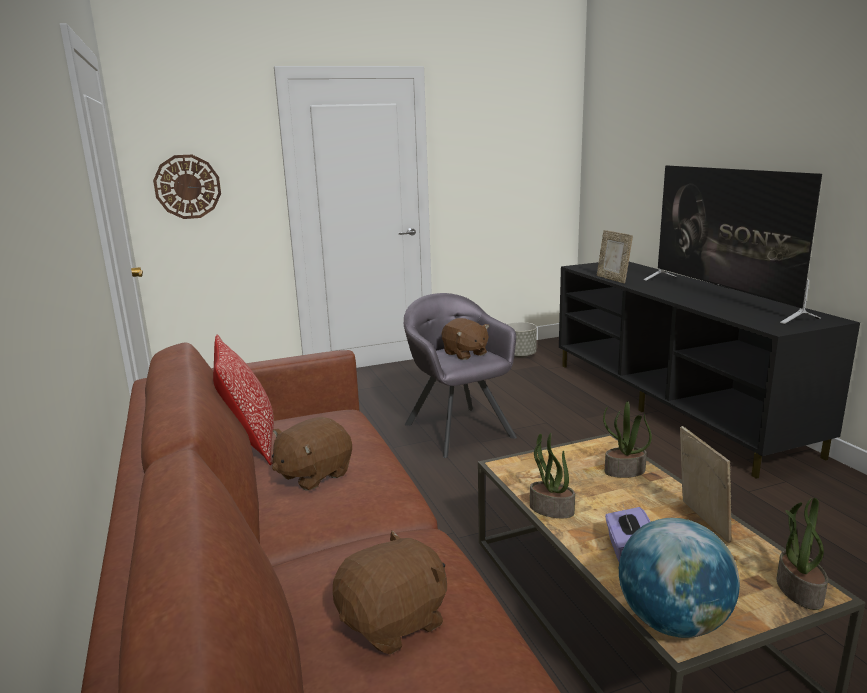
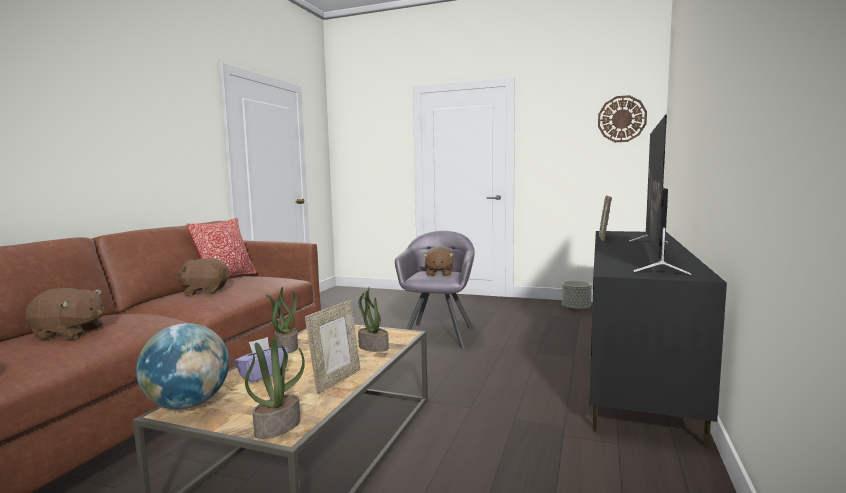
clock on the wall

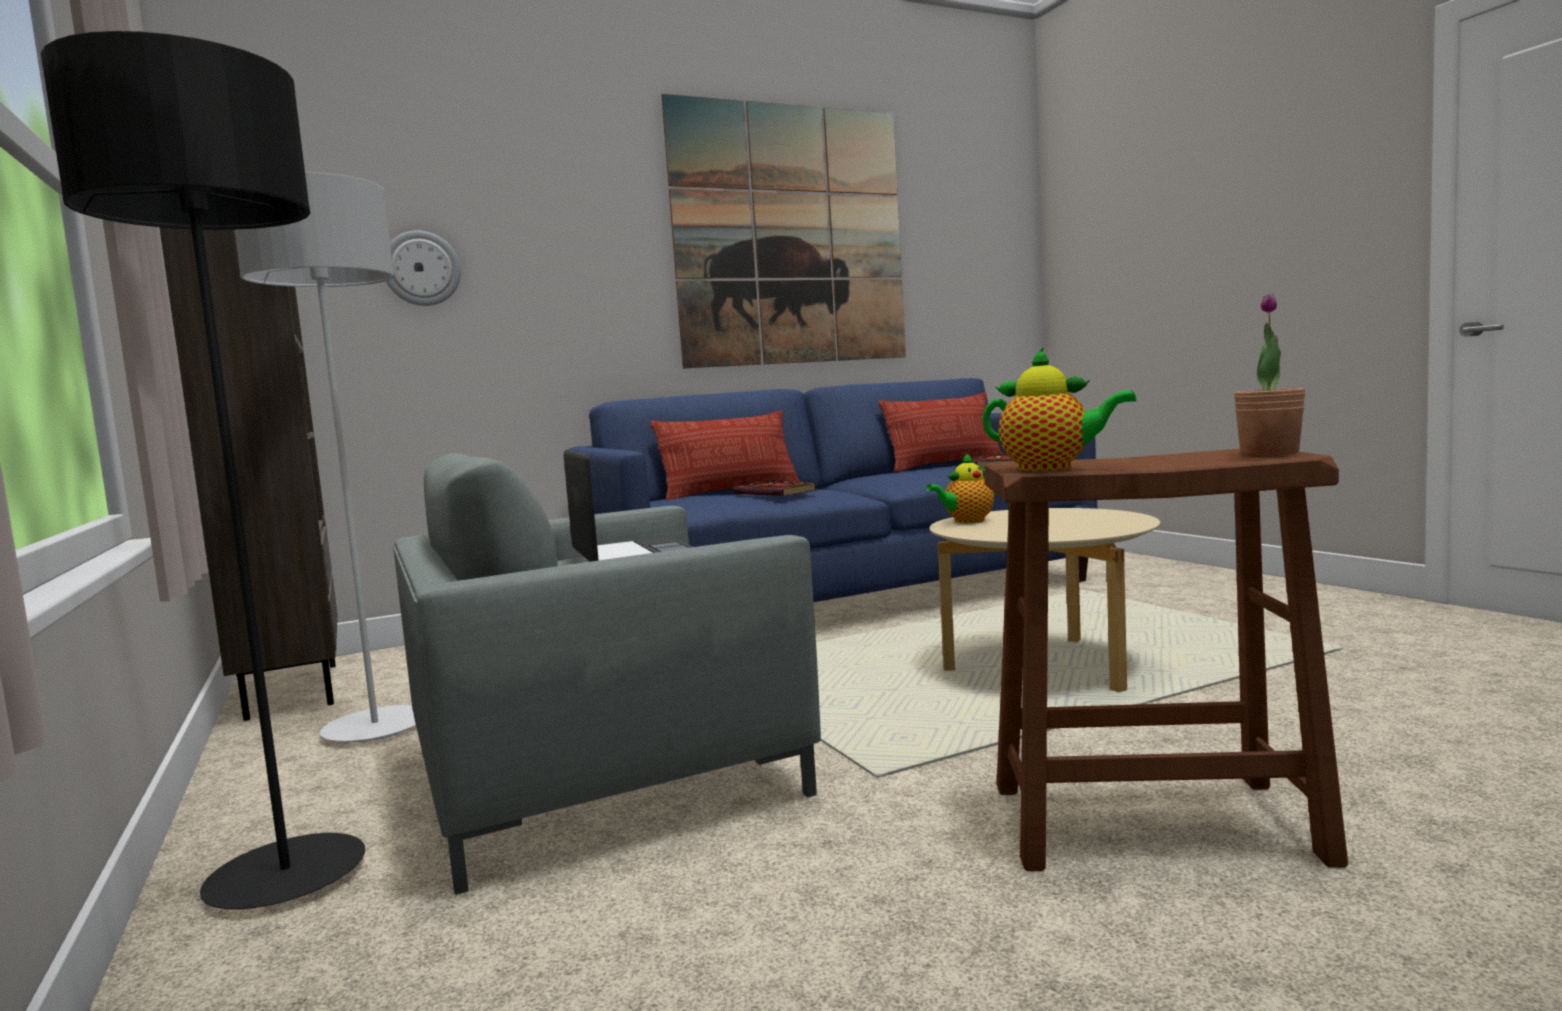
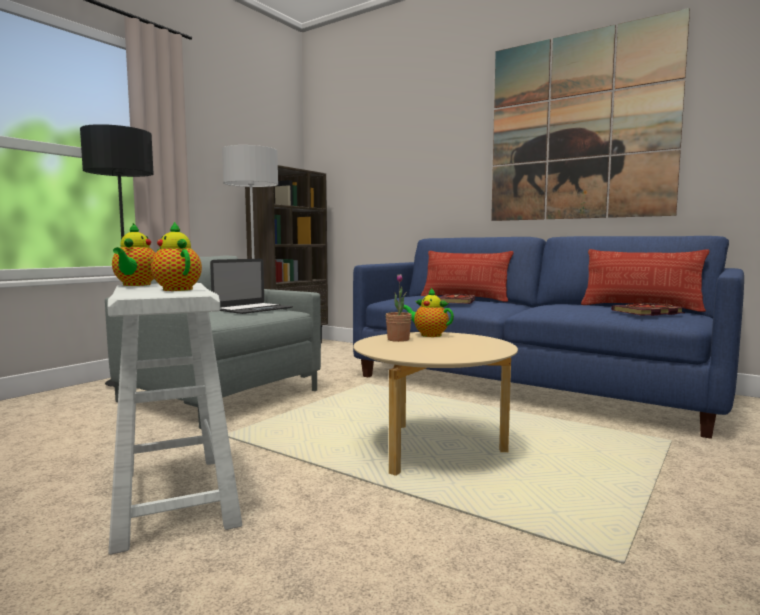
clock on the wall
potted plant
white stool
tea pot (no. 2 from left)

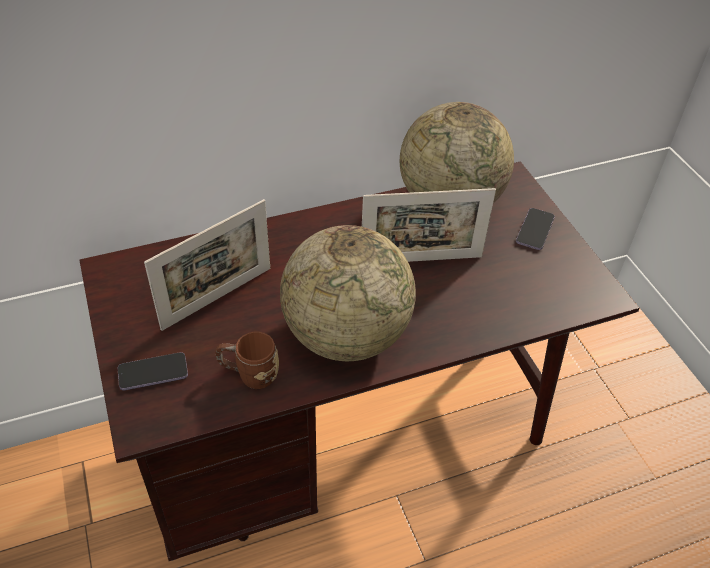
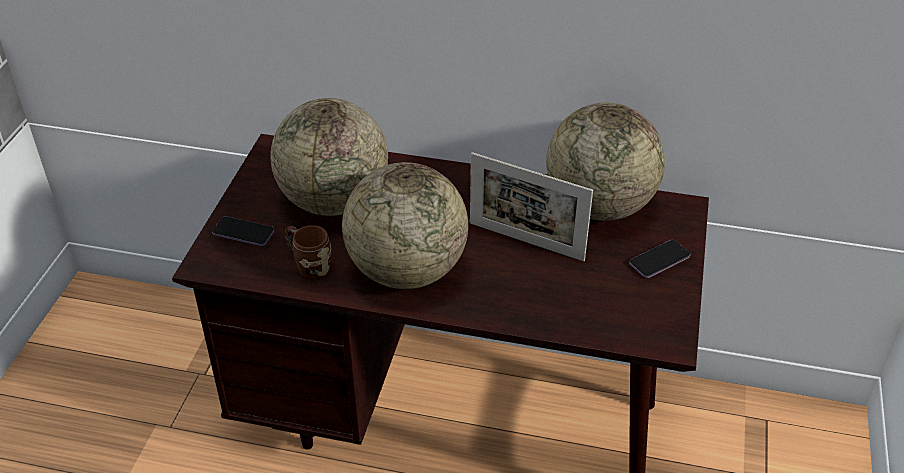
globe (no. 1 from left)

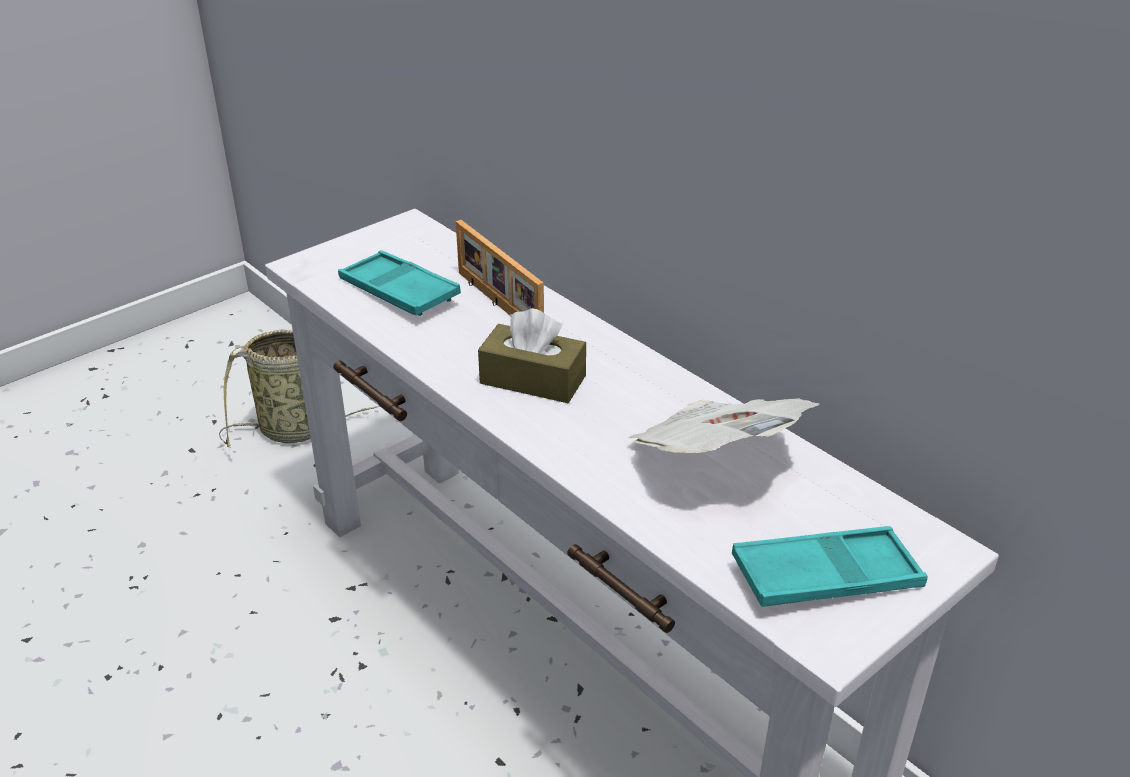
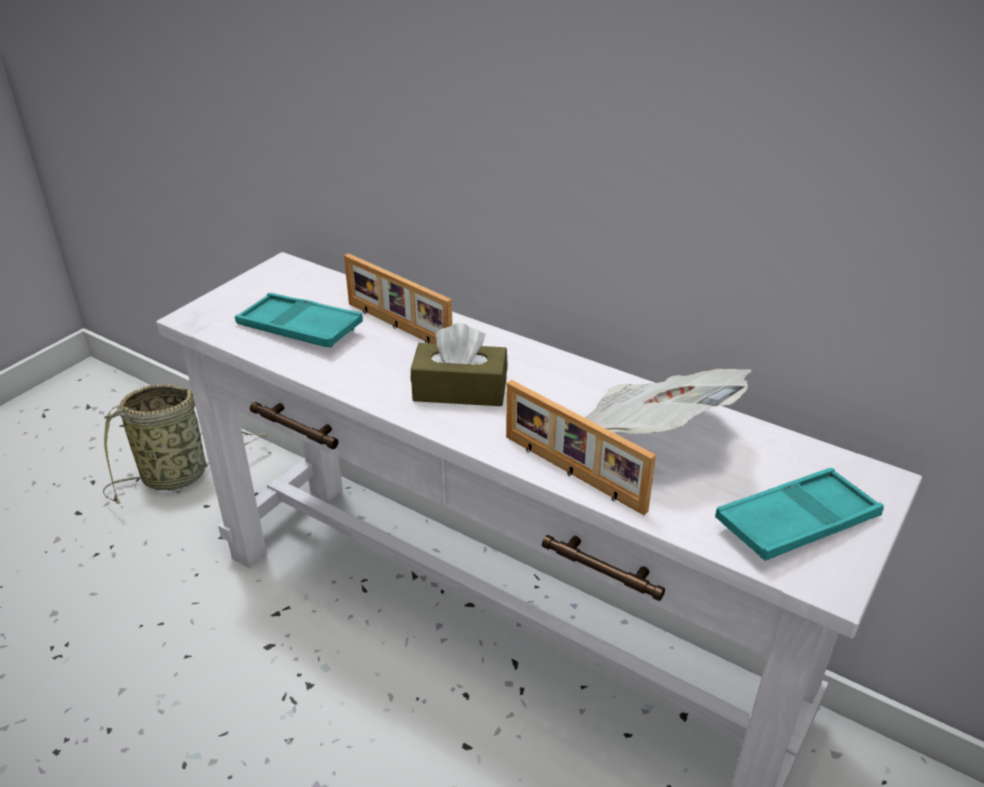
standing frame (no. 2 from left)

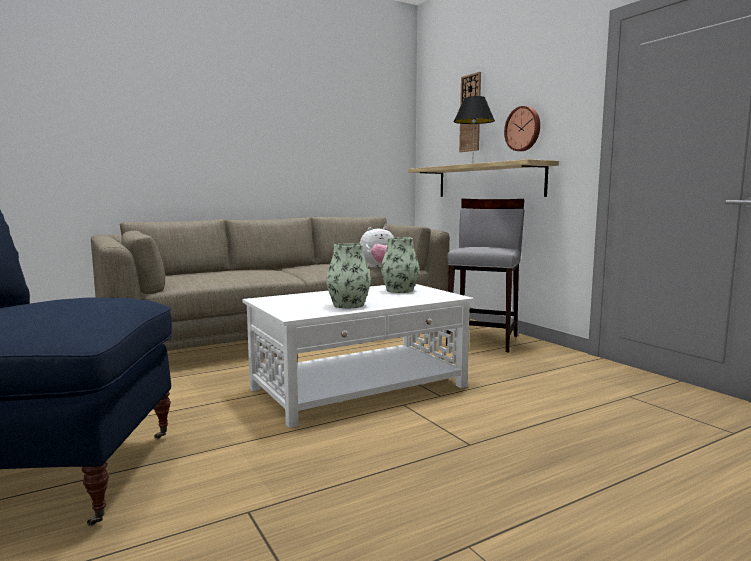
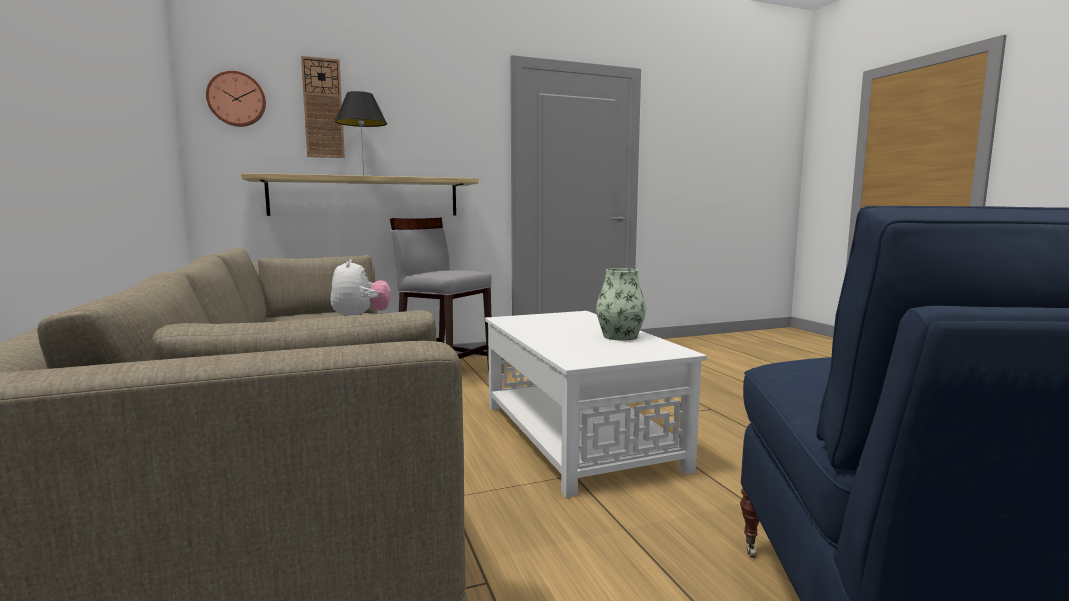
clock on the wall (no. 1 from left)
vase (no. 2 from left in the first image)

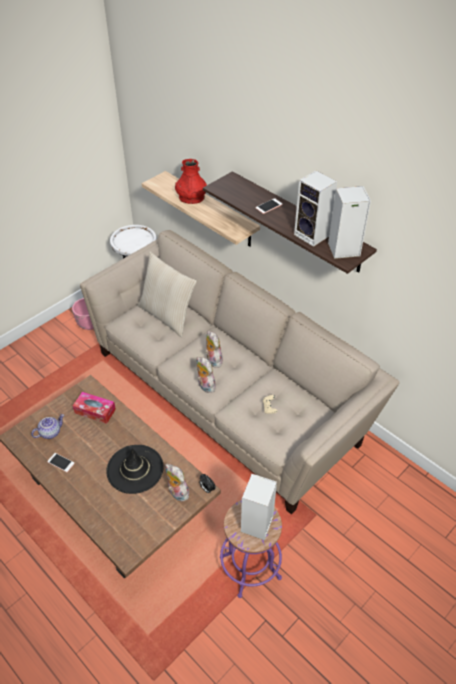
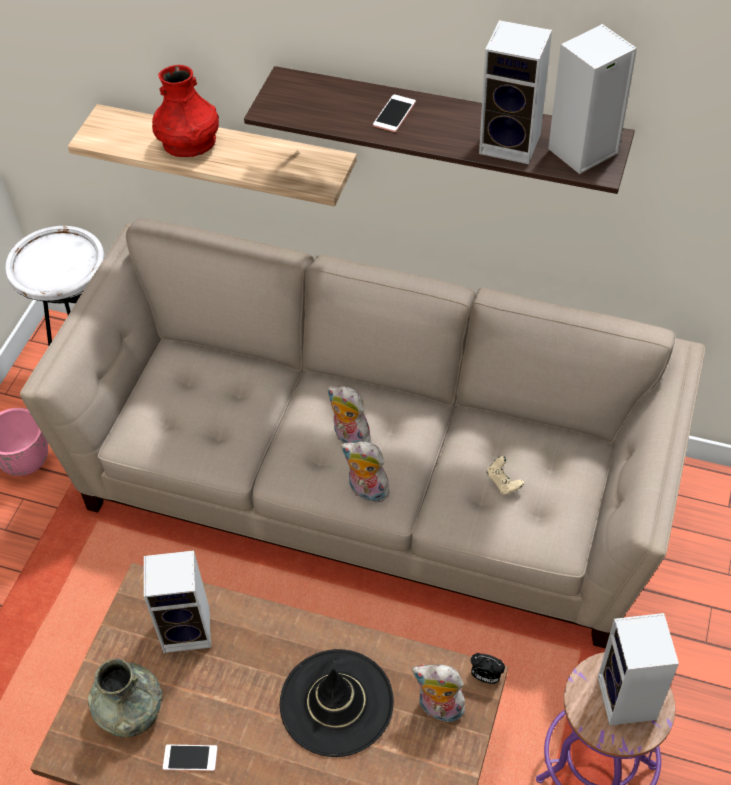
beige throw pillow
audio speaker (no. 1 from left)
grey vase

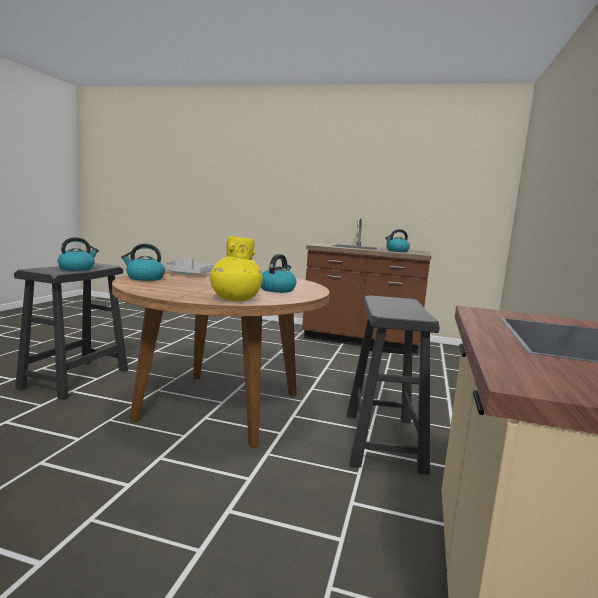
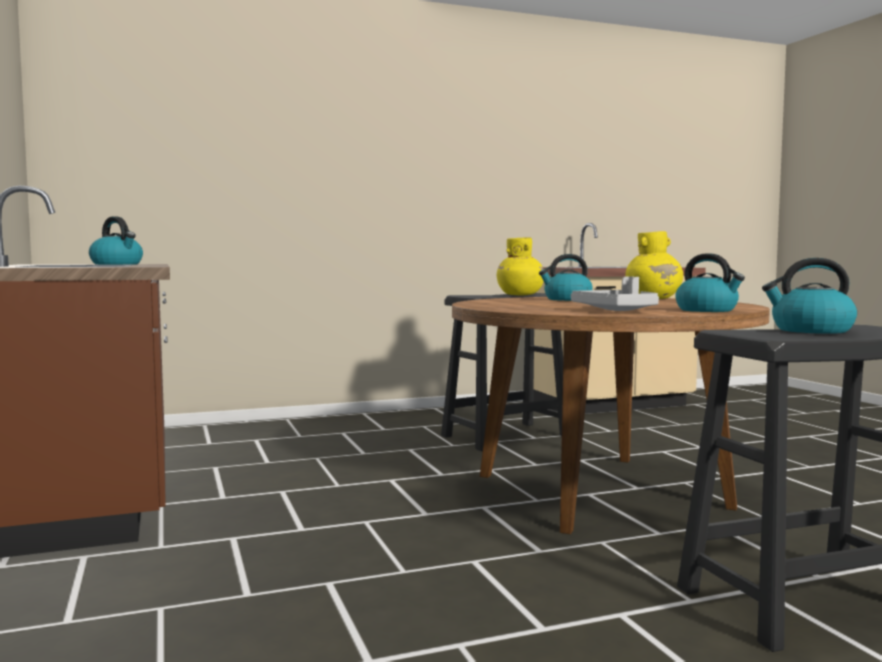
yellow vase (no. 1 from left)

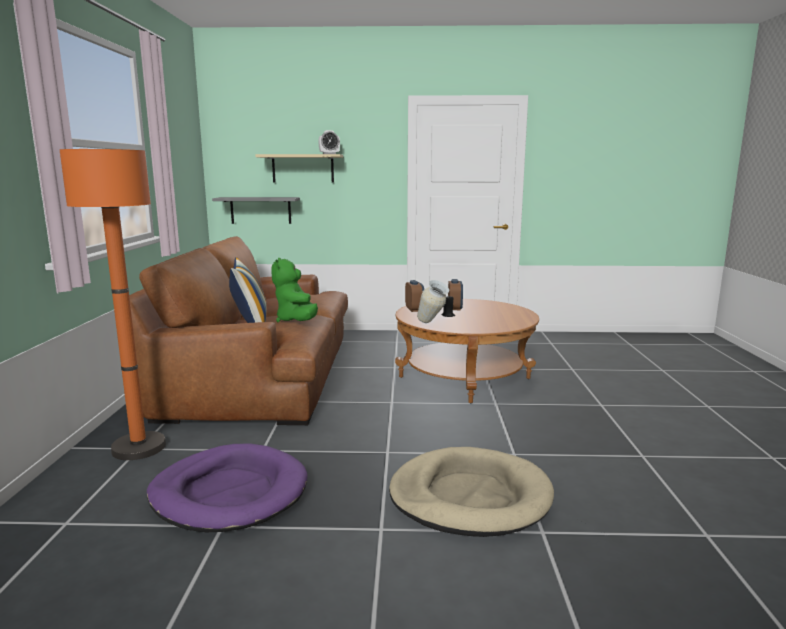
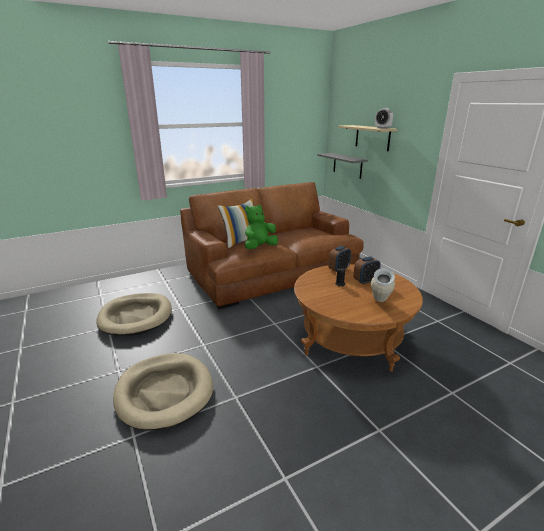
orangey floor lamp
vase
beige dog cushion (no. 1 from left)

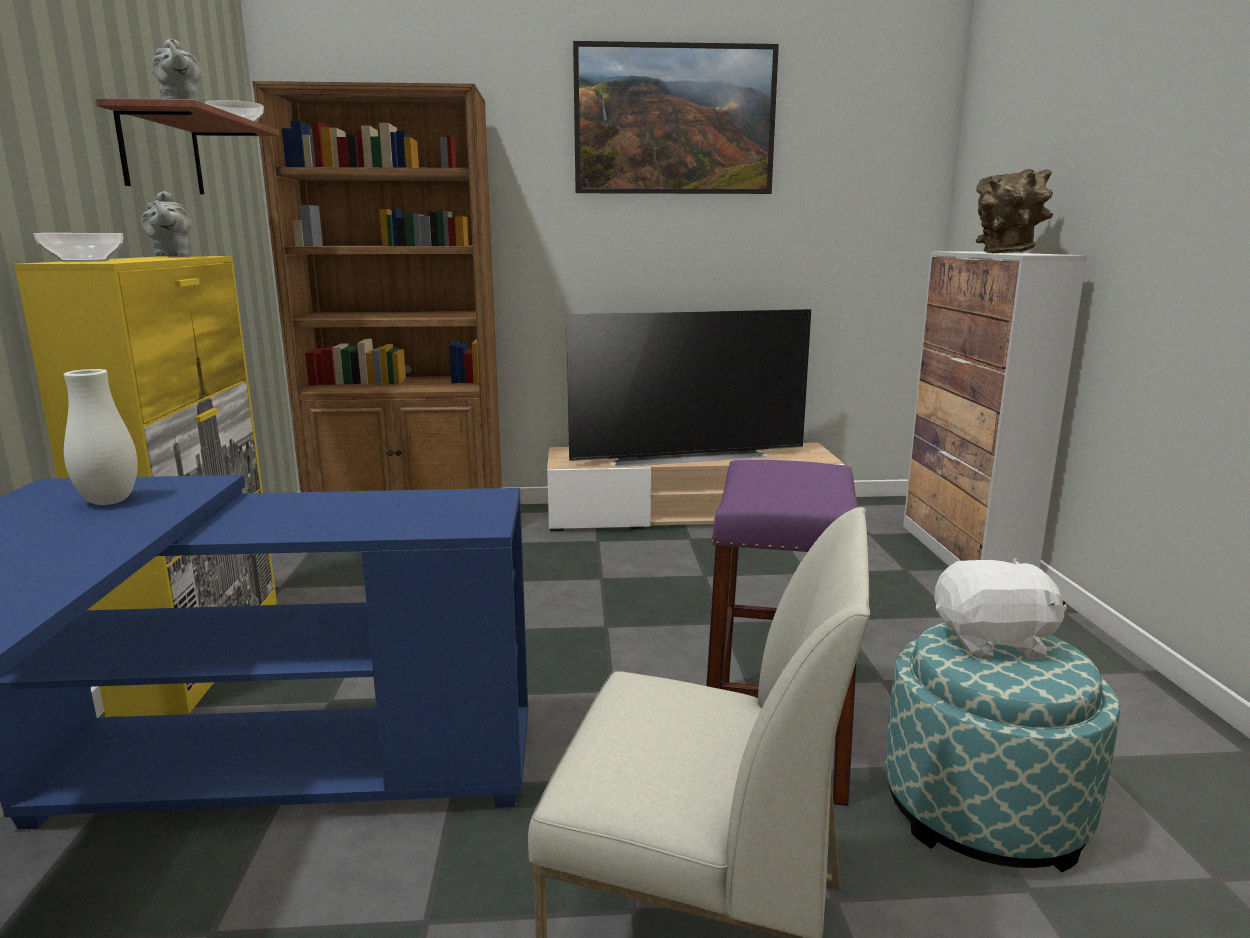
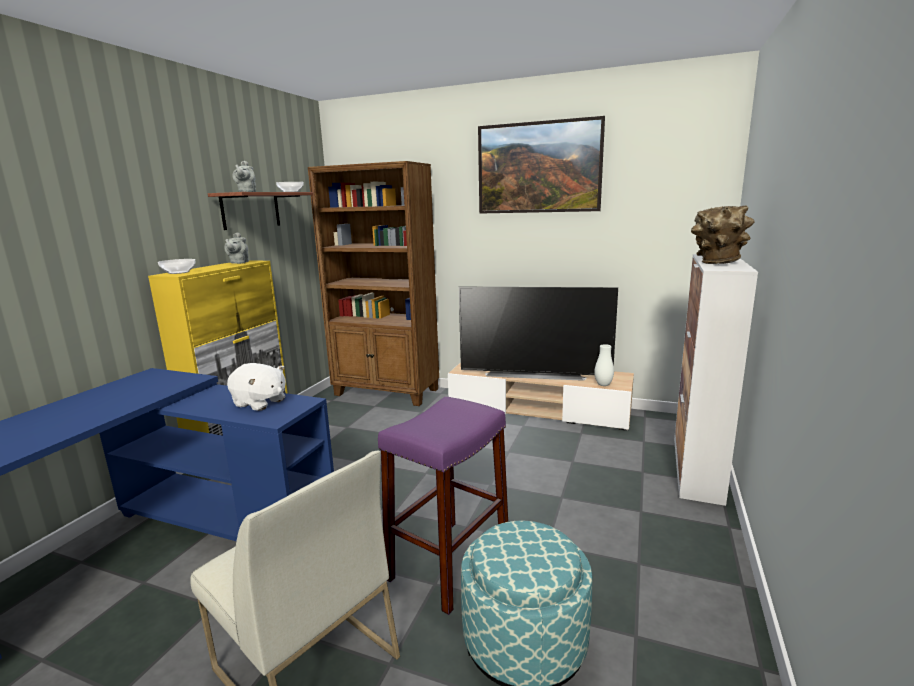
white vase
white plush toy

